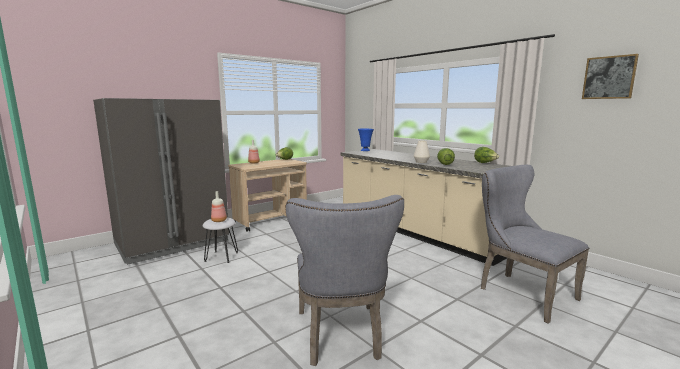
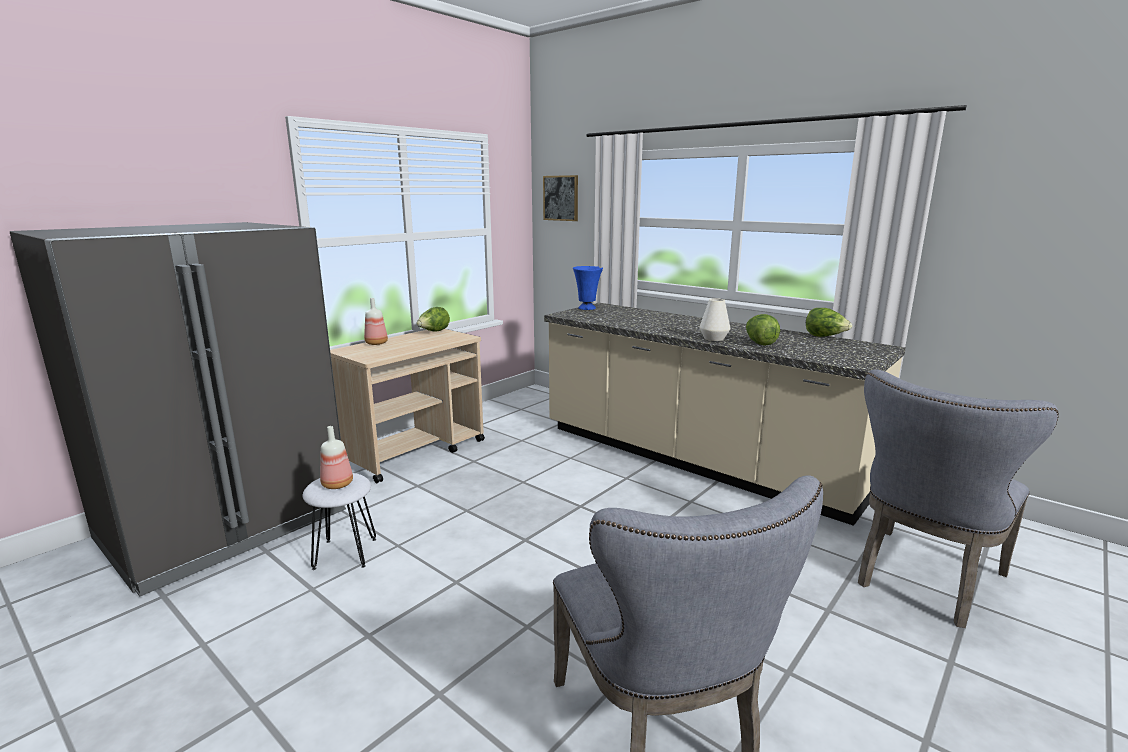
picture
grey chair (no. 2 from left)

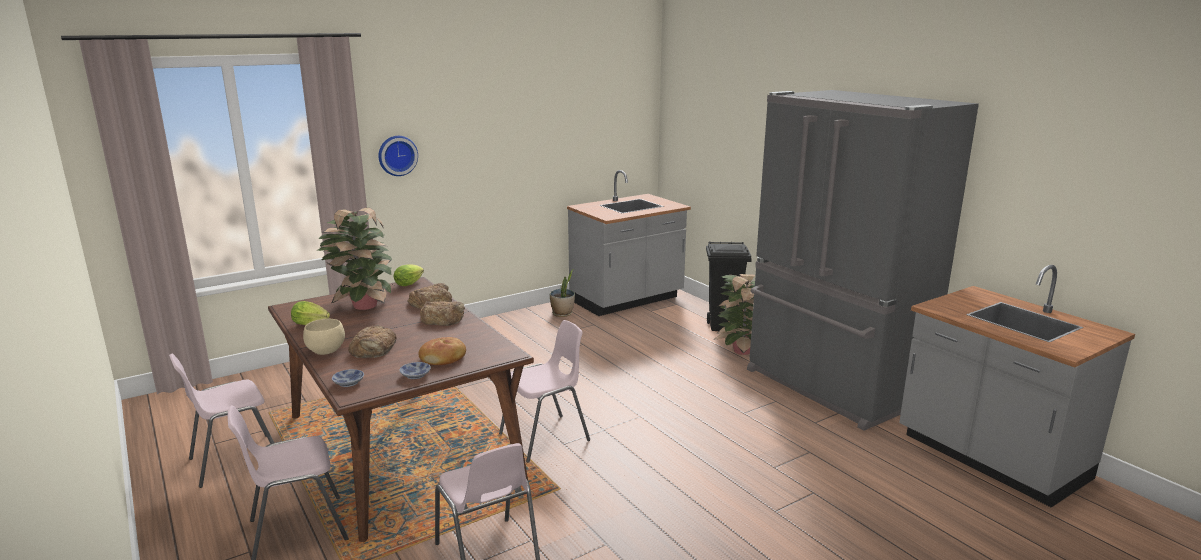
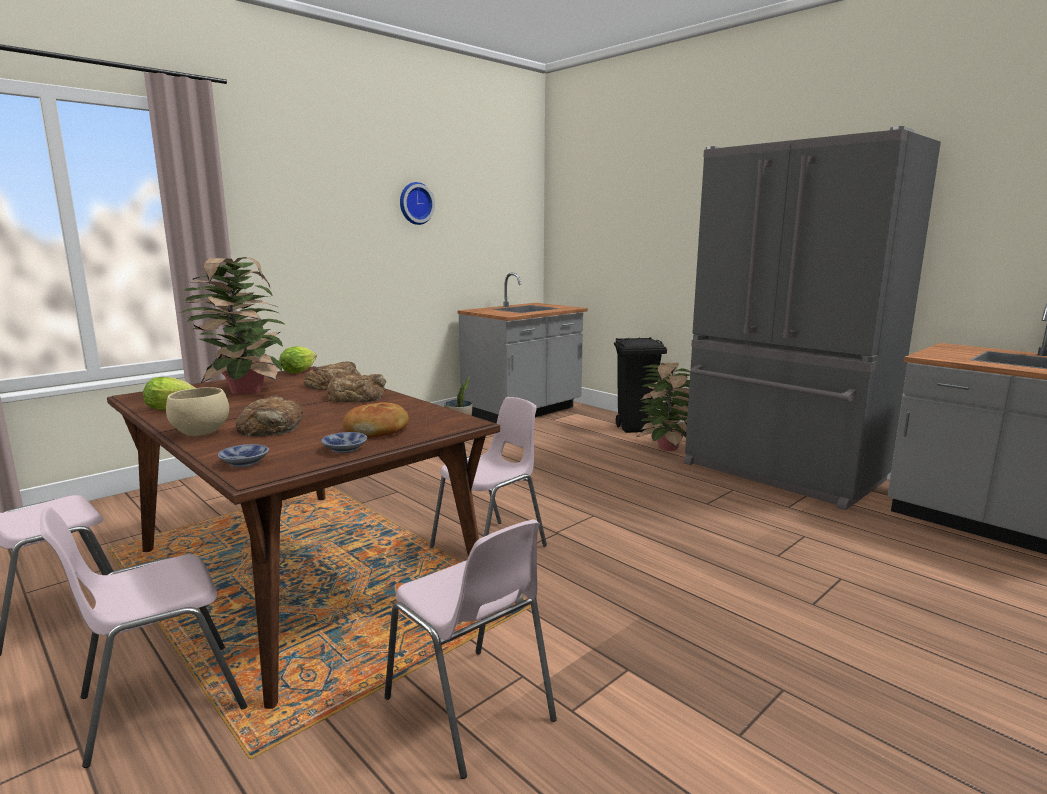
clock on the wall

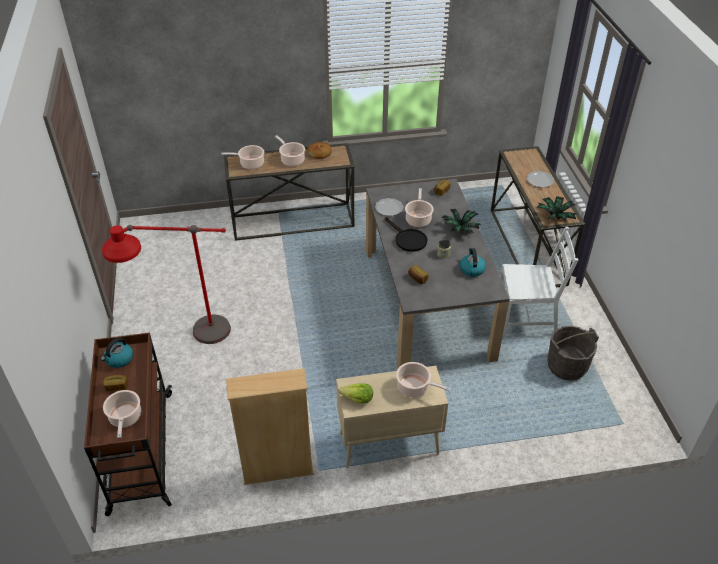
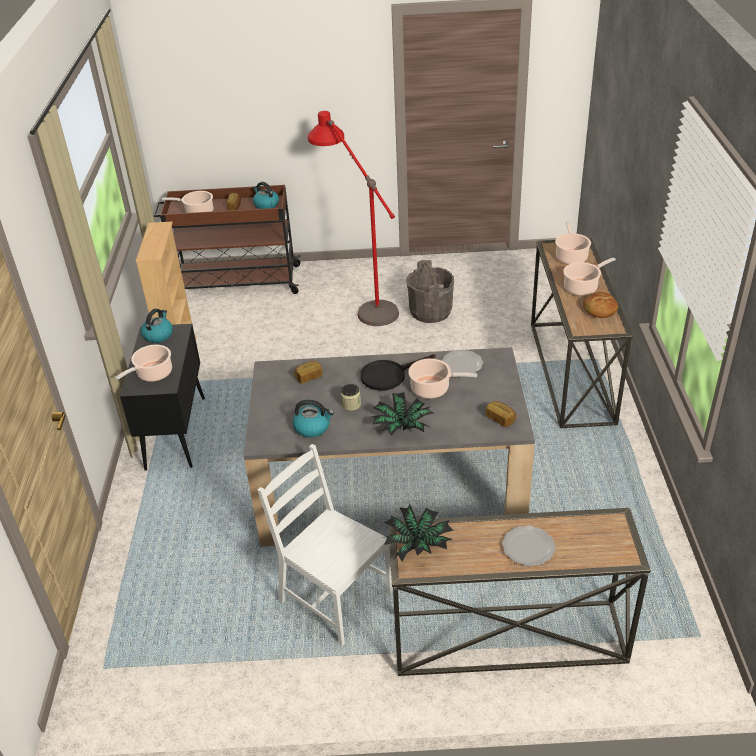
white chair
grey pail
blackish cupboard
water kettle (no. 1 from left)

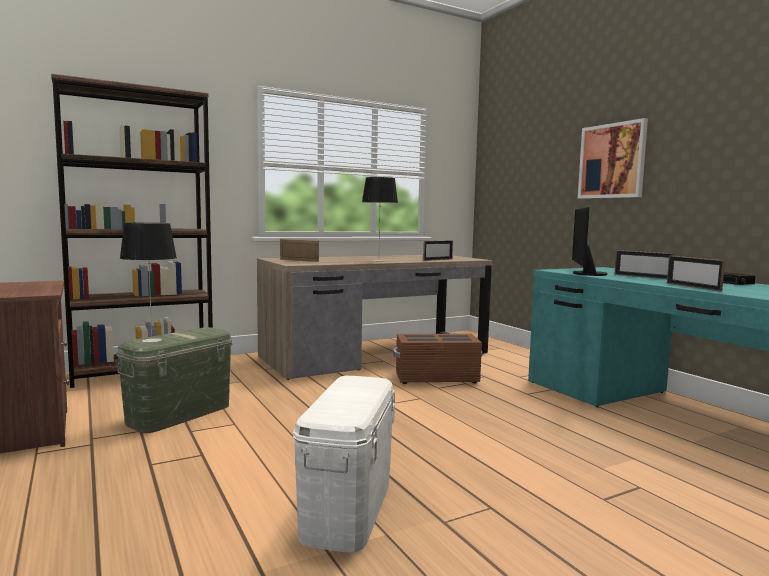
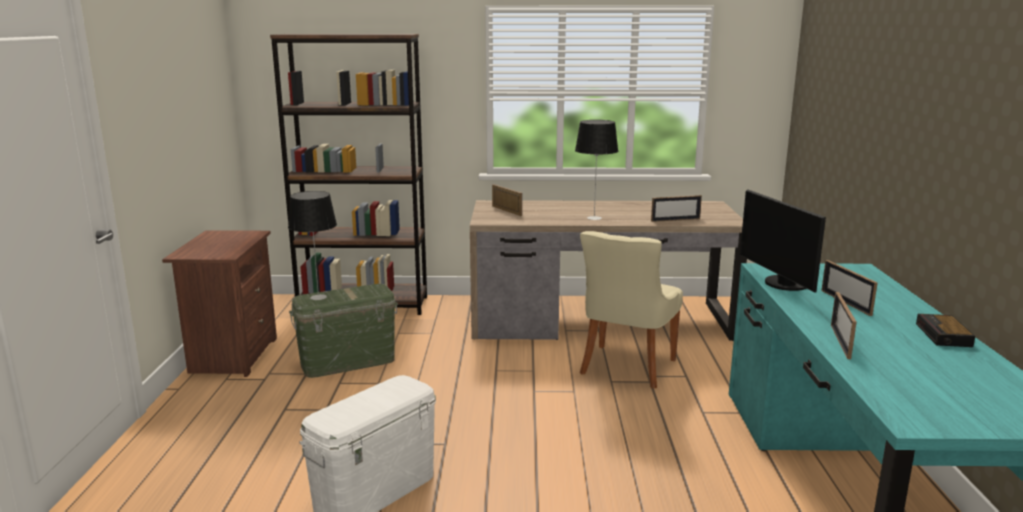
picture
monitor
beige chair

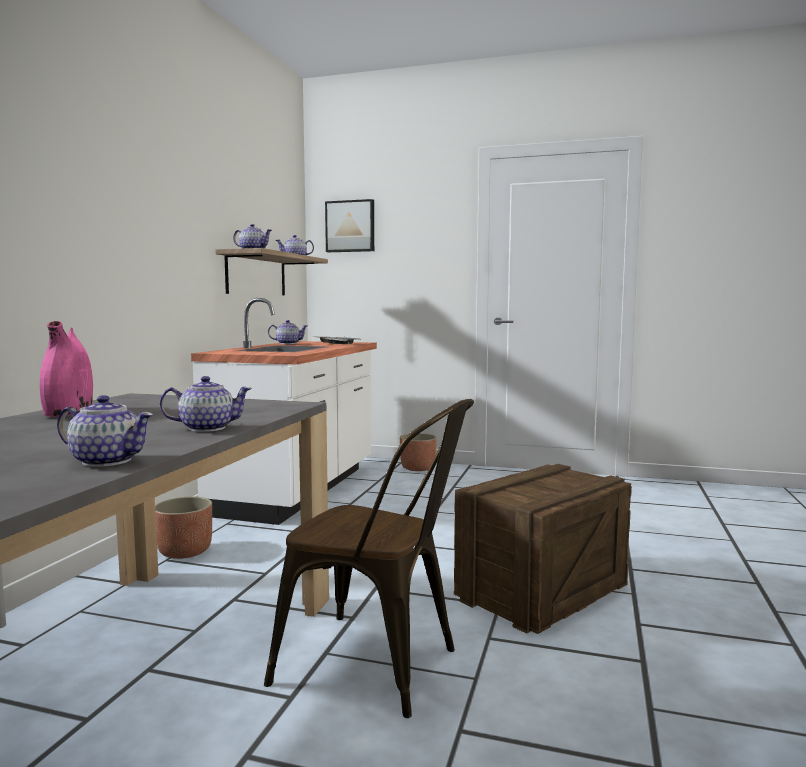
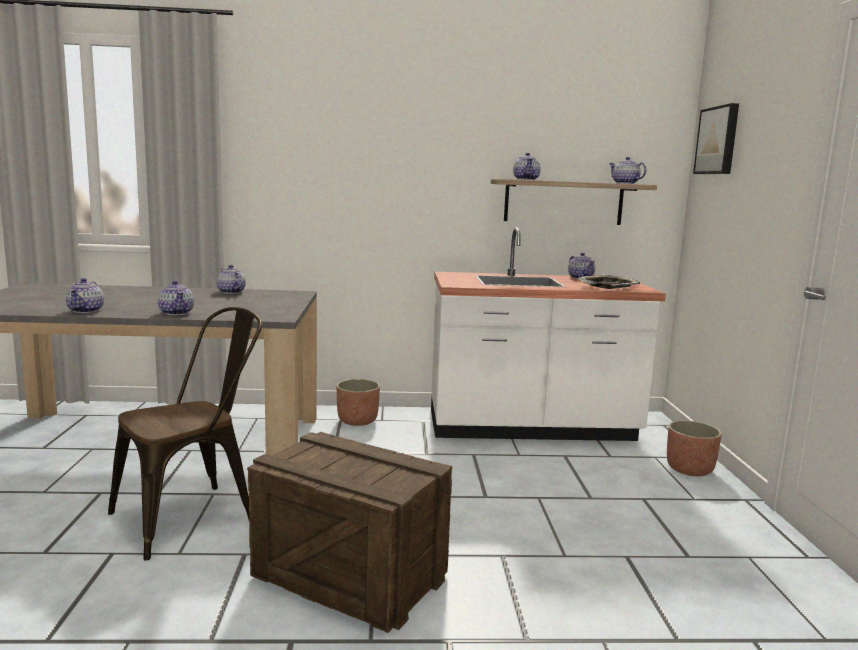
tea pot (no. 3 from left)
brownish chair

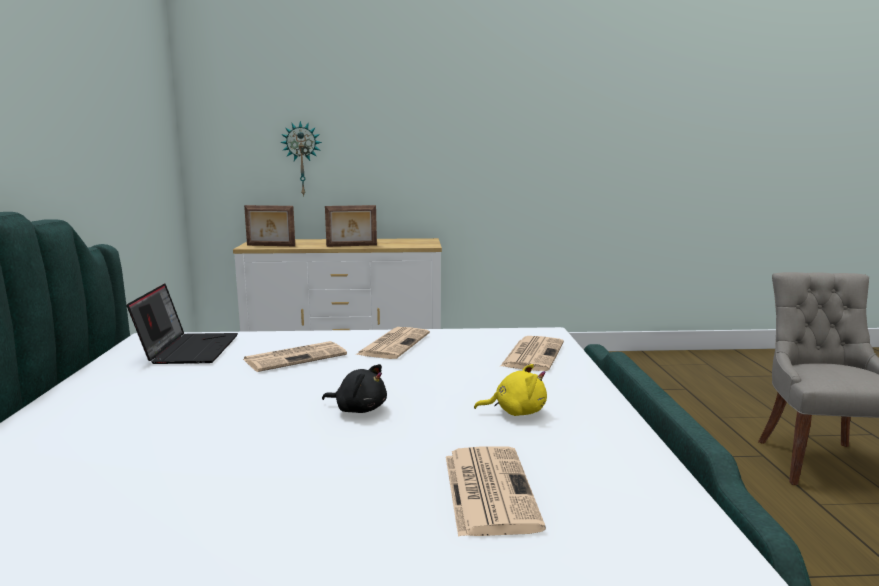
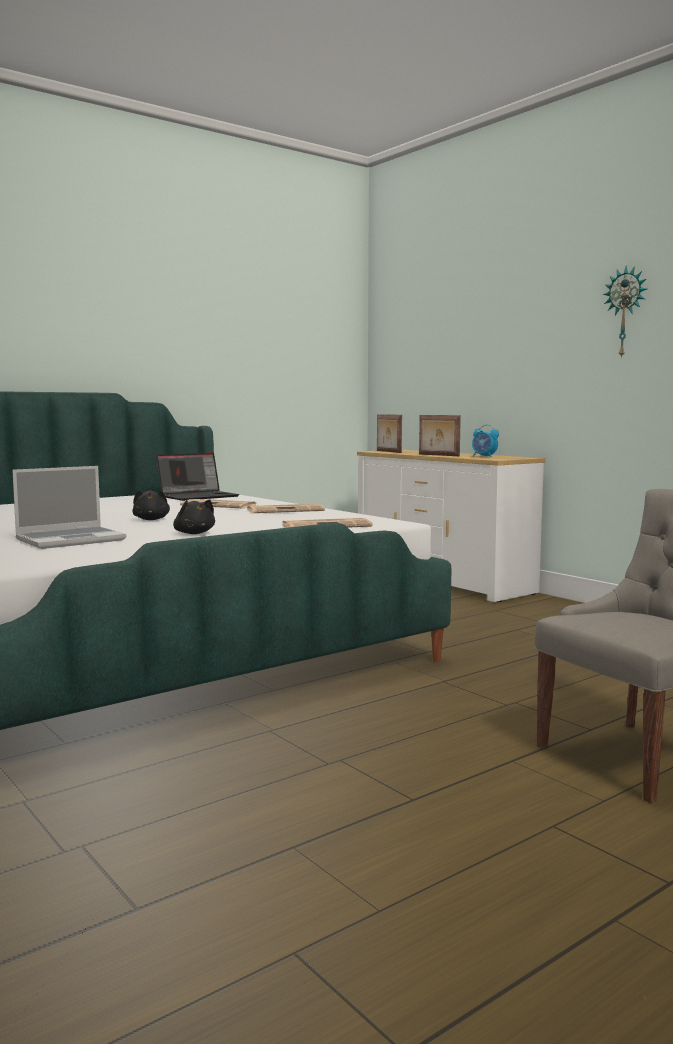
clock on the wall
blackish plush toy (no. 2 from left)
portable computer (no. 1 from left)
bedside clock

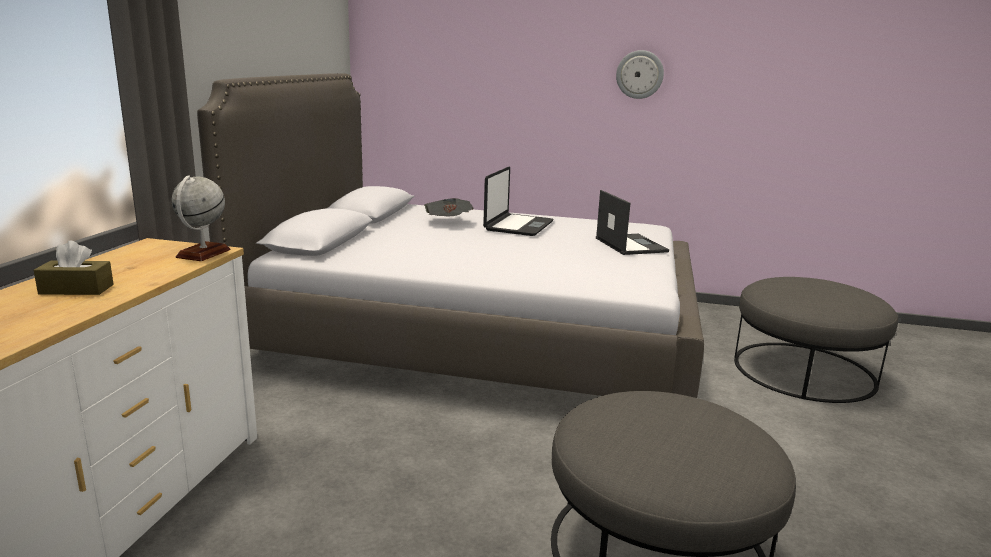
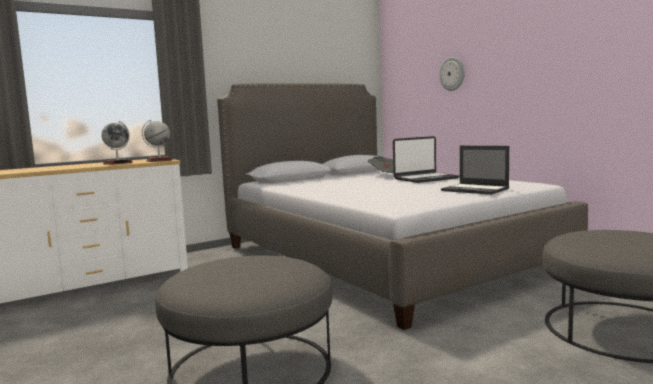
clock on the wall
portable computer (no. 2 from left)
brownish tissue holder
globe (no. 1 from left)

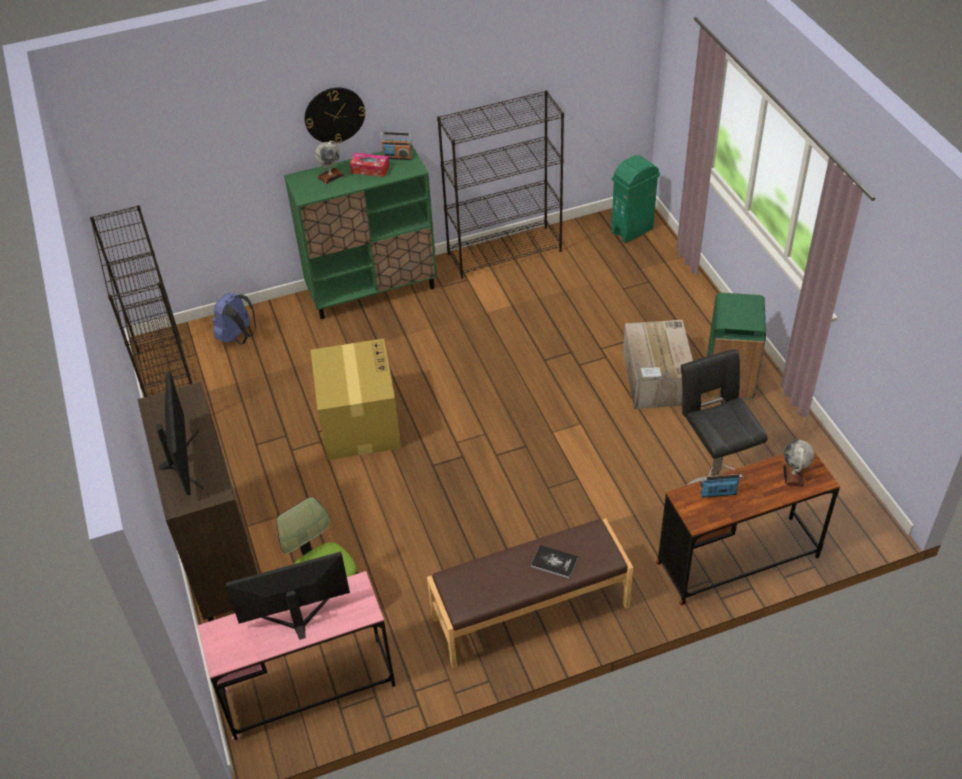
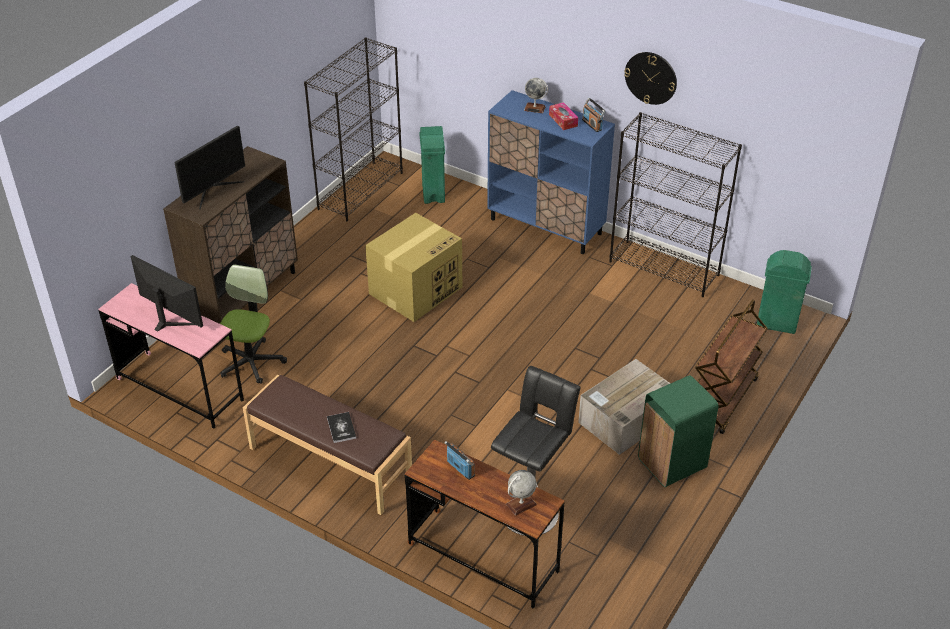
clock on the wall
bluish cupboard
greenish rubbish bin (no. 1 from left)
brownish cart

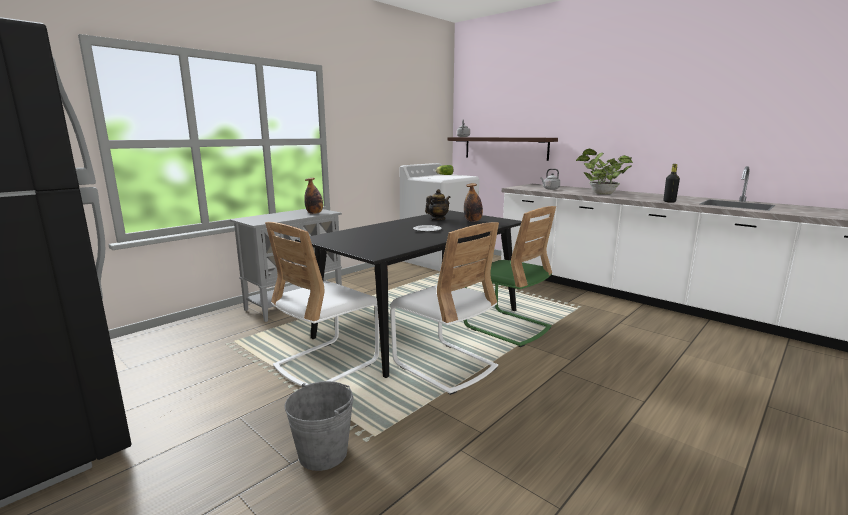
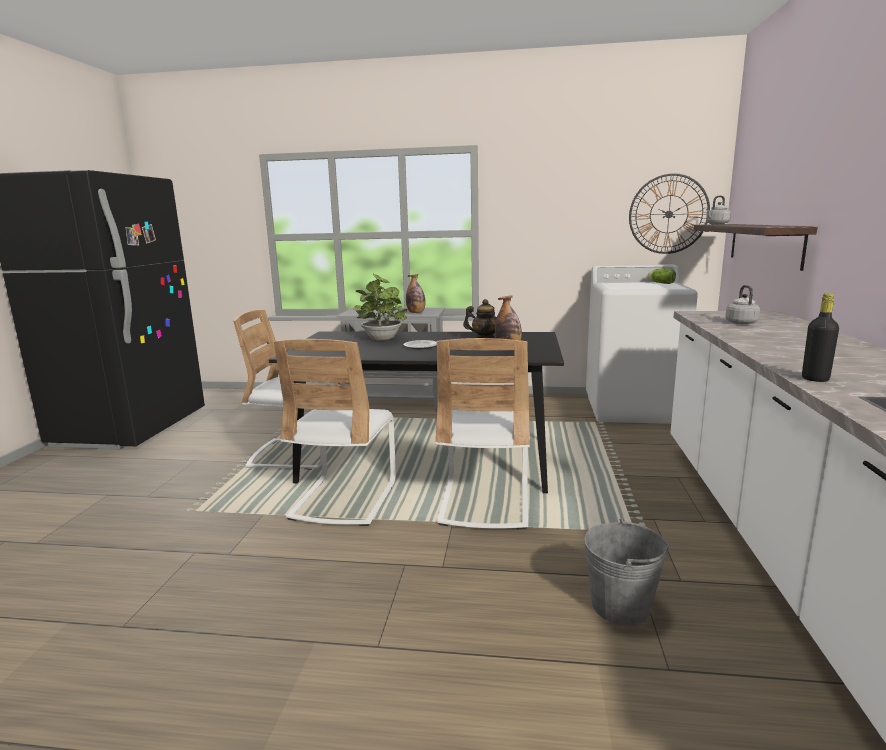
potted plant
white chair (no. 3 from left)
grey pail
clock on the wall

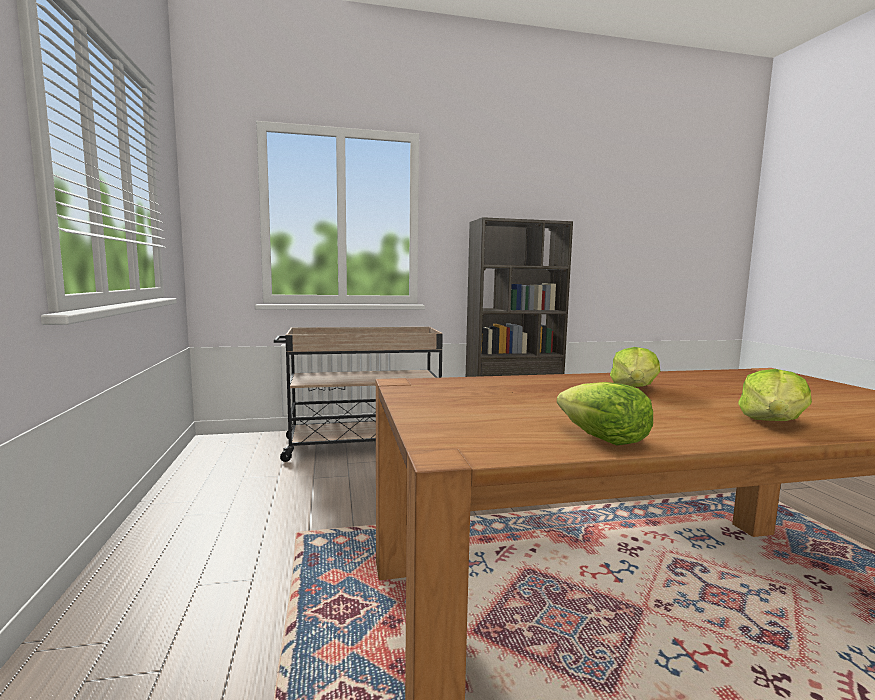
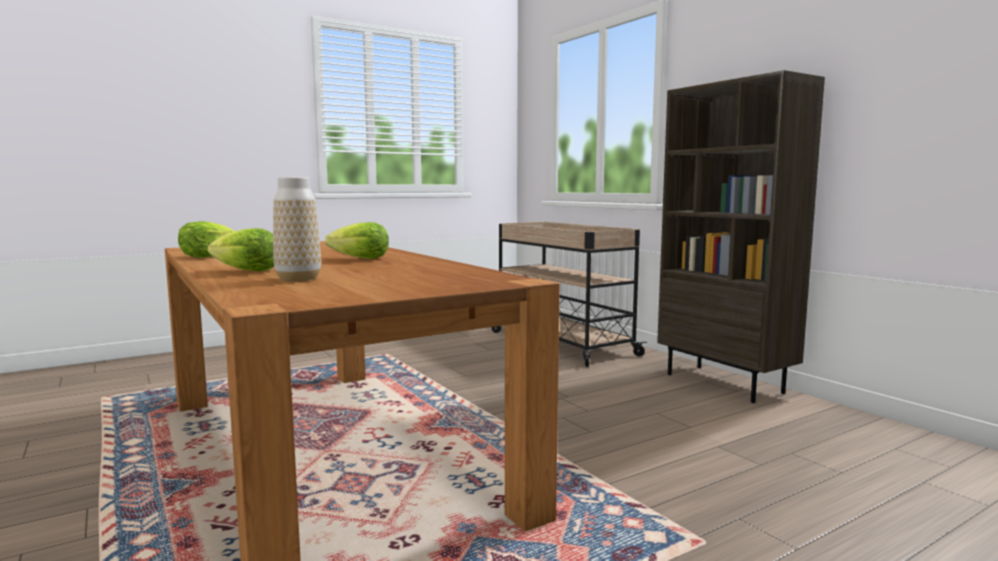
vase

